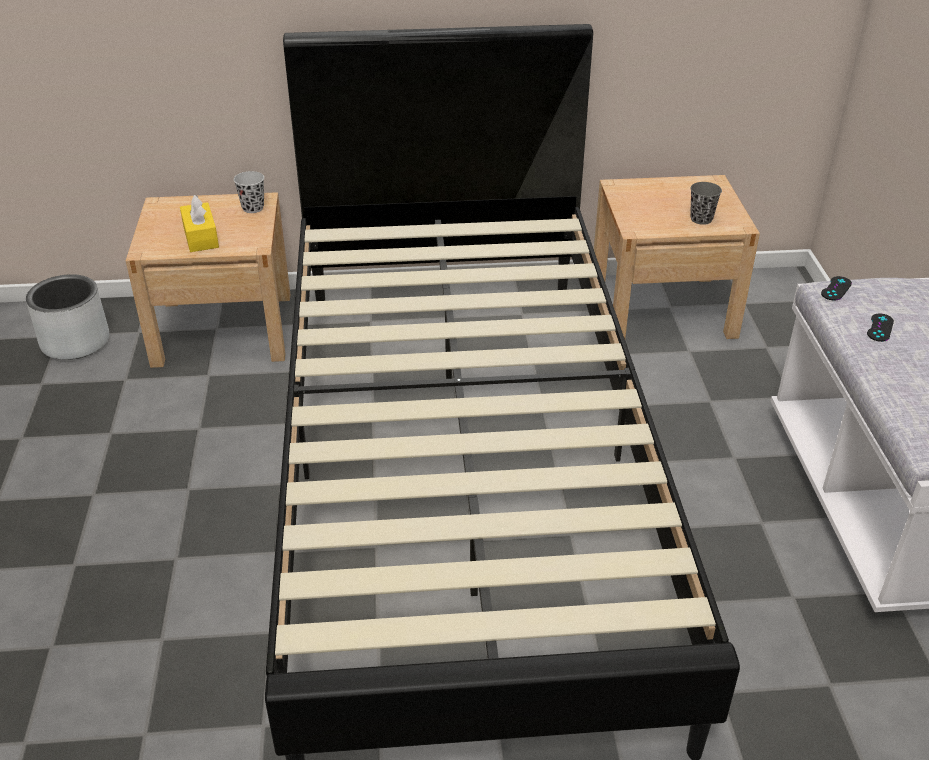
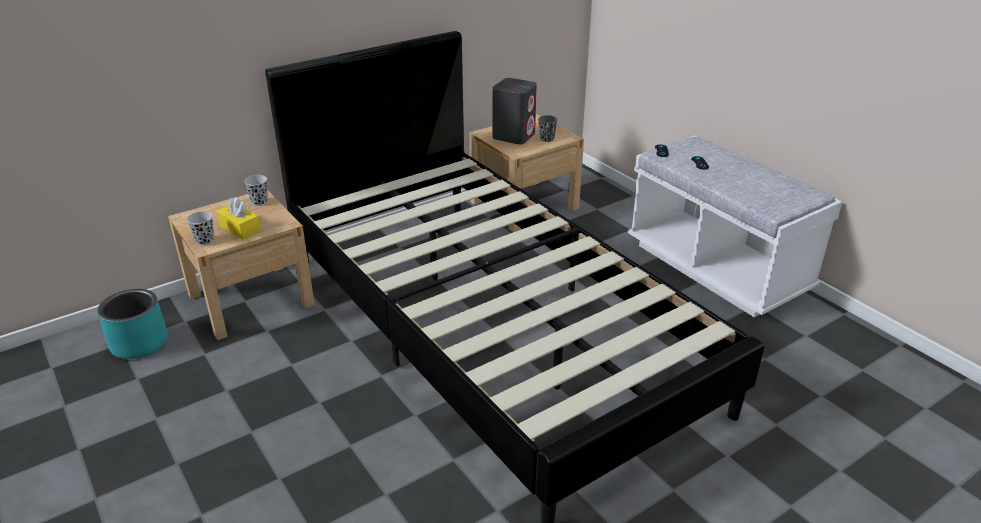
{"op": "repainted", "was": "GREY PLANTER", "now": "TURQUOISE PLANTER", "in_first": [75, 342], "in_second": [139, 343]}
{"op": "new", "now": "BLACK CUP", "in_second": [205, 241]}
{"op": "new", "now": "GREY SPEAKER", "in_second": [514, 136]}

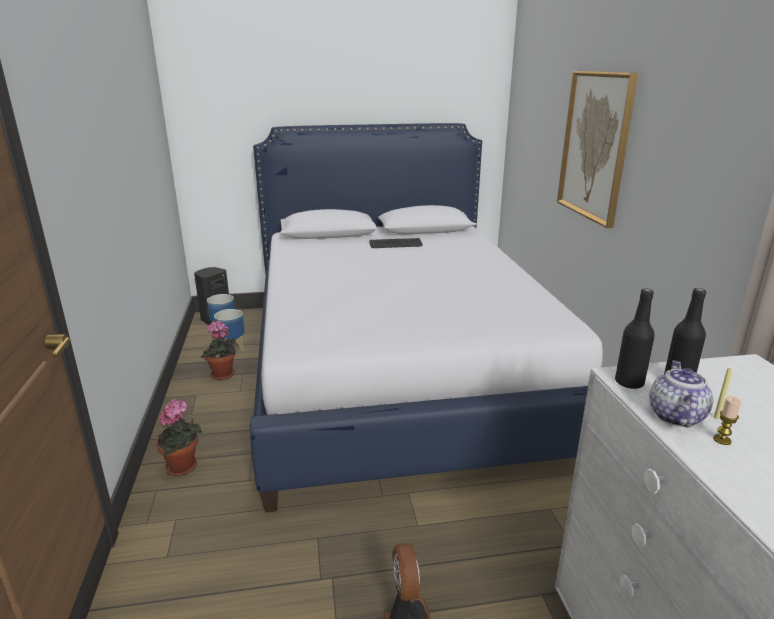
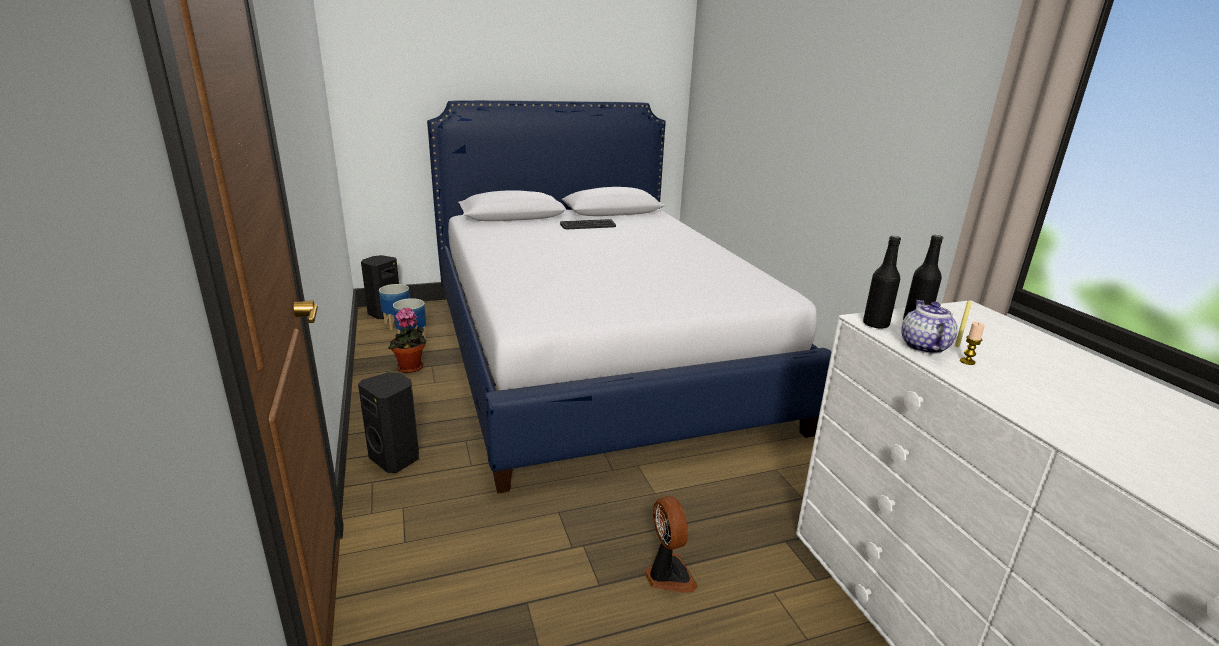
{"op": "swapped", "was": "POTTED PLANT", "now": "BLACK SPEAKER", "in_first": [184, 467], "in_second": [396, 458]}
{"op": "gone", "was": "PICTURE", "in_first": [595, 146]}

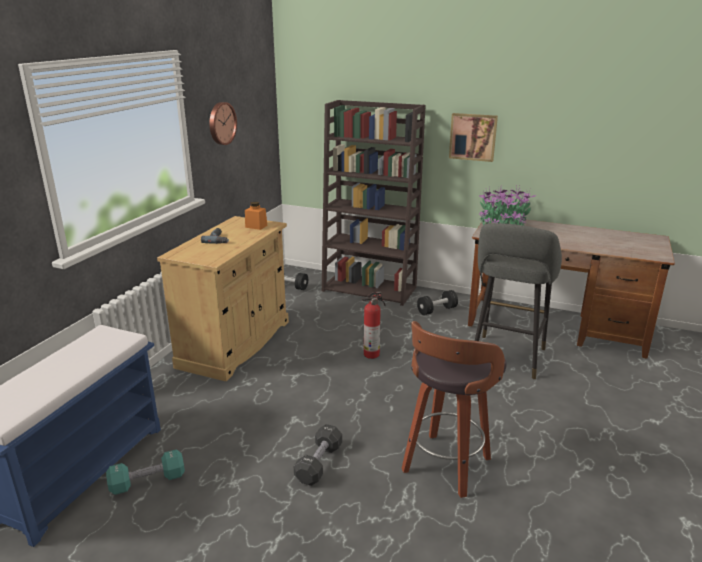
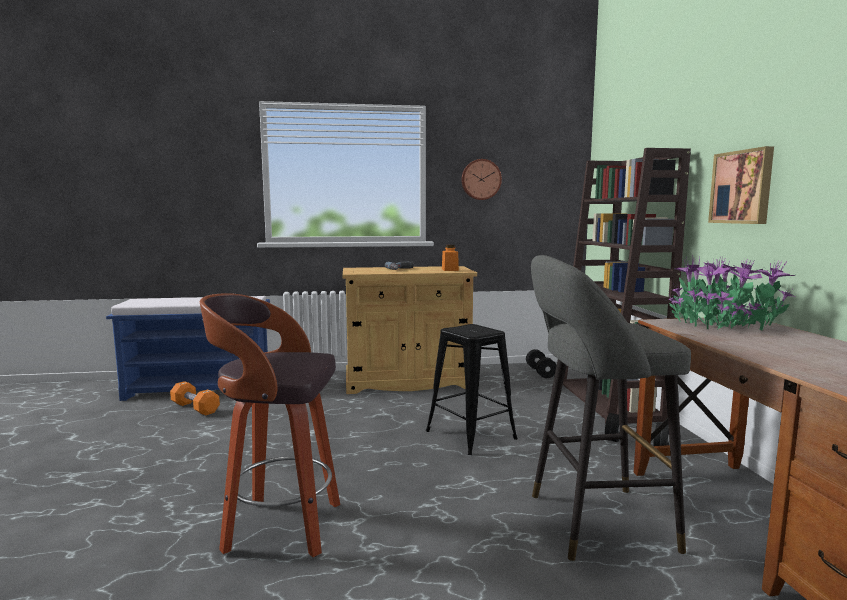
{"op": "repainted", "was": "TURQUOISE DUMBBELL", "now": "ORANGE DUMBBELL", "in_first": [148, 482], "in_second": [195, 408]}
{"op": "gone", "was": "BLACK DUMBBELL", "in_first": [319, 463]}
{"op": "swapped", "was": "FIRE EXTINGUISHER", "now": "BLACK STOOL", "in_first": [372, 354], "in_second": [470, 435]}

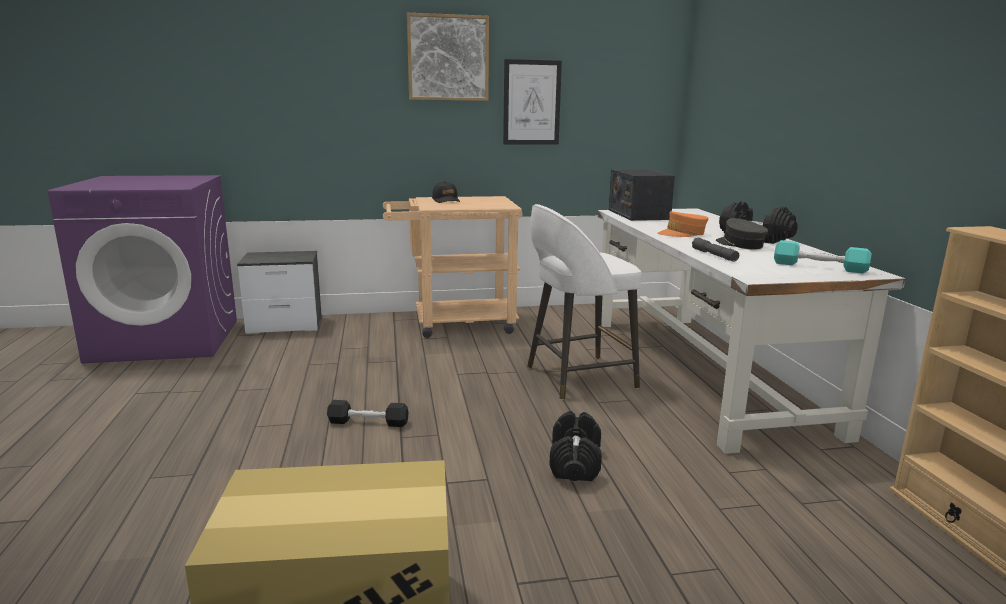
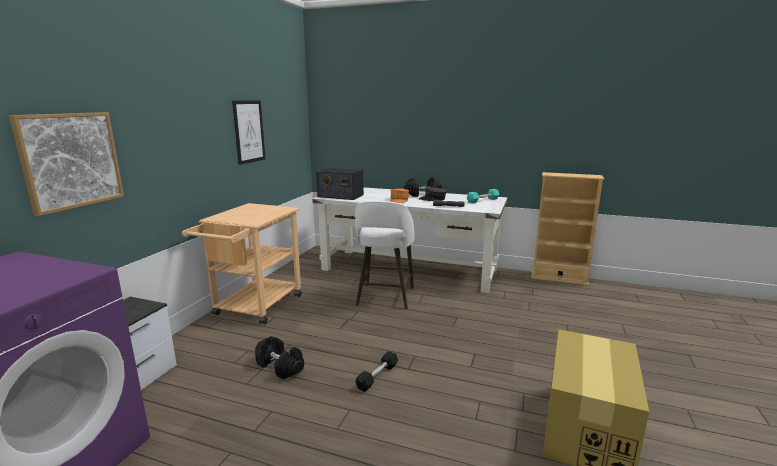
{"op": "shifted", "was": "PICTURE", "in_first": [448, 58], "in_second": [71, 160]}
{"op": "gone", "was": "BLACK CAP", "in_first": [446, 200]}
{"op": "shifted", "was": "BLACK DUMBBELL", "in_first": [575, 463], "in_second": [280, 367]}

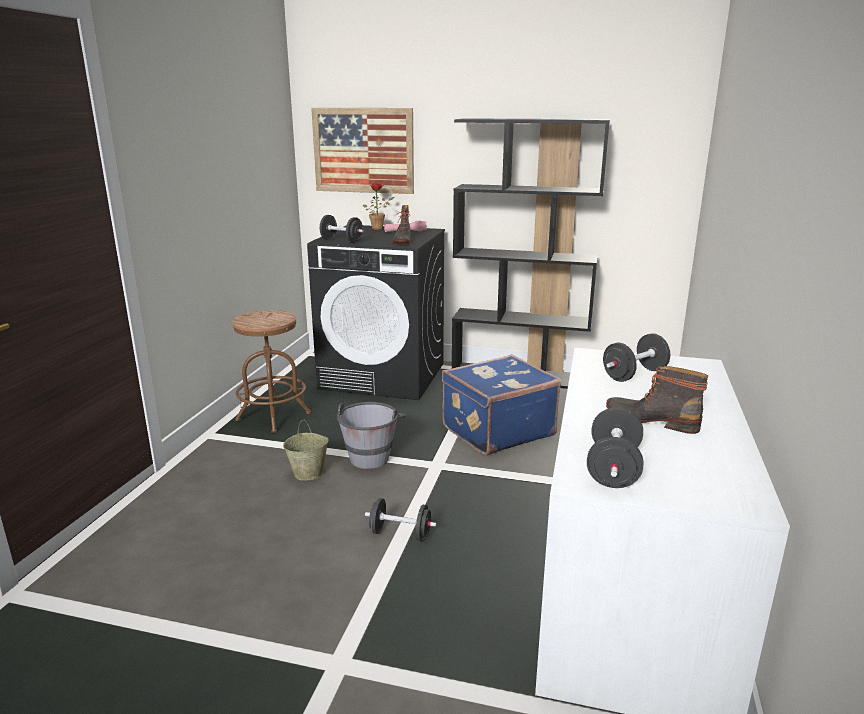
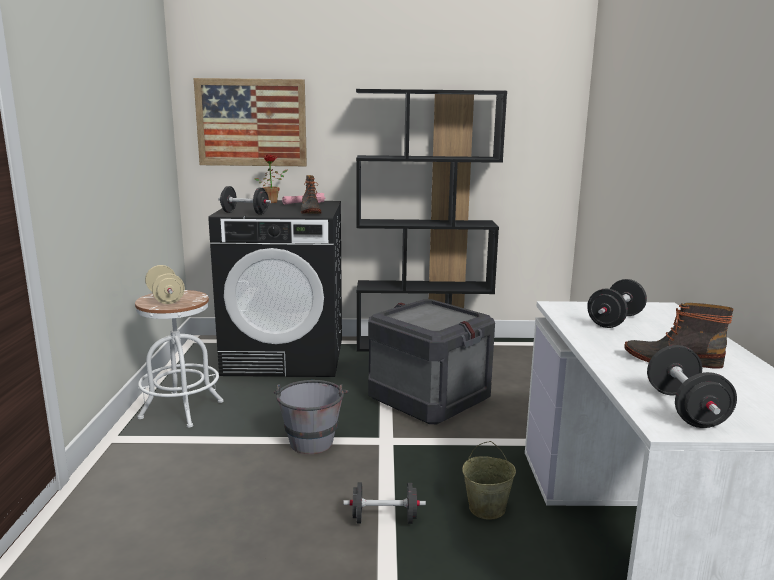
{"op": "repainted", "was": "BROWN STOOL", "now": "WHITE STOOL", "in_first": [273, 416], "in_second": [181, 410]}
{"op": "shifted", "was": "BEIGE BUCKET", "in_first": [309, 473], "in_second": [487, 508]}
{"op": "swapped", "was": "BLUE SUITCASE", "now": "CRATE", "in_first": [496, 430], "in_second": [428, 398]}
{"op": "new", "now": "BEIGE DUMBBELL", "in_second": [165, 298]}

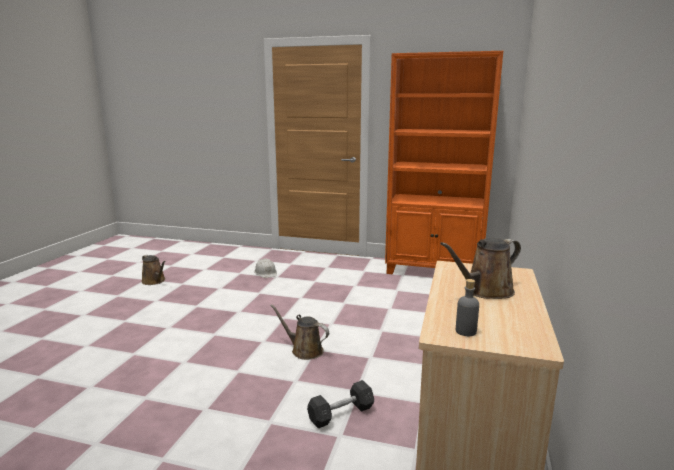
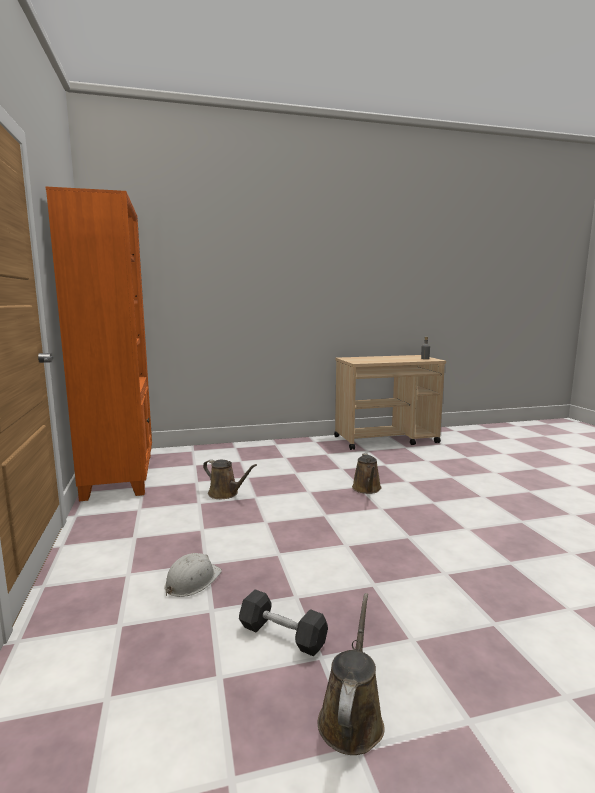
{"op": "shifted", "was": "GREY DUMBBELL", "in_first": [341, 414], "in_second": [282, 635]}
{"op": "shifted", "was": "BROWN WATERING CAN", "in_first": [485, 291], "in_second": [225, 494]}

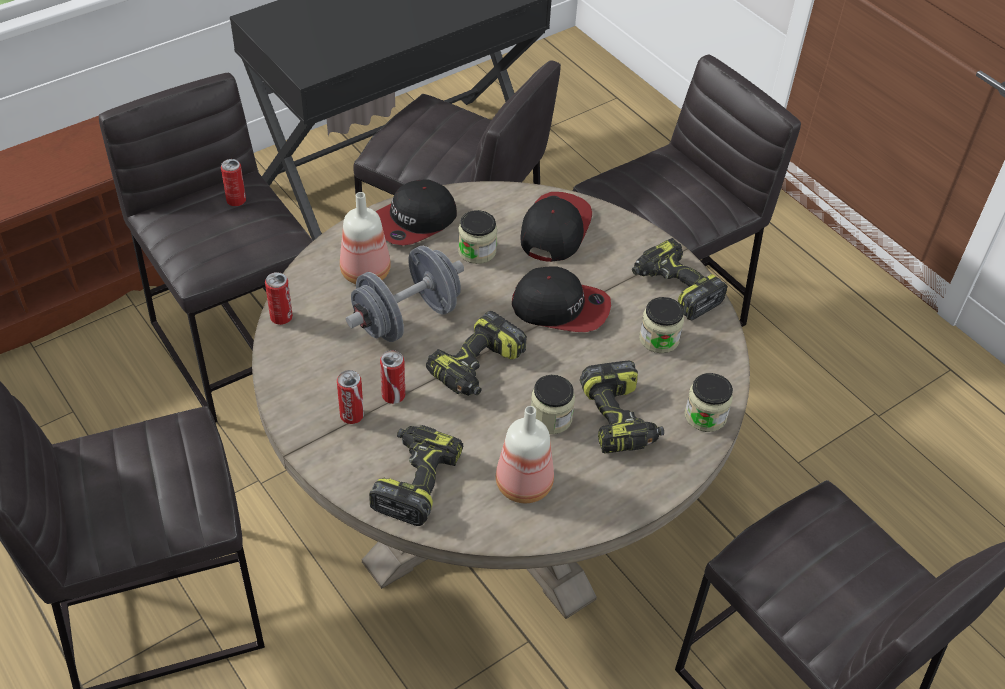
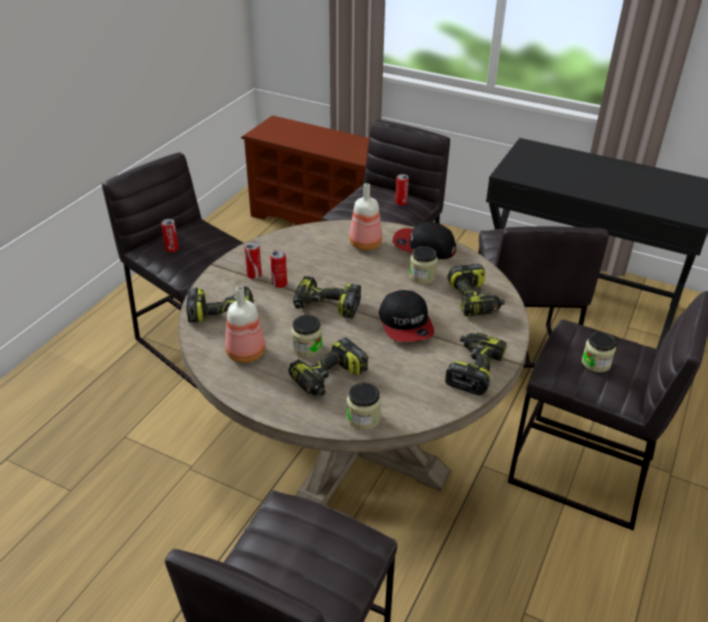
{"op": "shifted", "was": "CAN", "in_first": [281, 317], "in_second": [172, 249]}
{"op": "gone", "was": "GREY DUMBBELL", "in_first": [406, 318]}
{"op": "swapped", "was": "CAP", "now": "POWER DRILL", "in_first": [554, 229], "in_second": [474, 300]}
{"op": "shifted", "was": "JAR", "in_first": [659, 339], "in_second": [596, 363]}

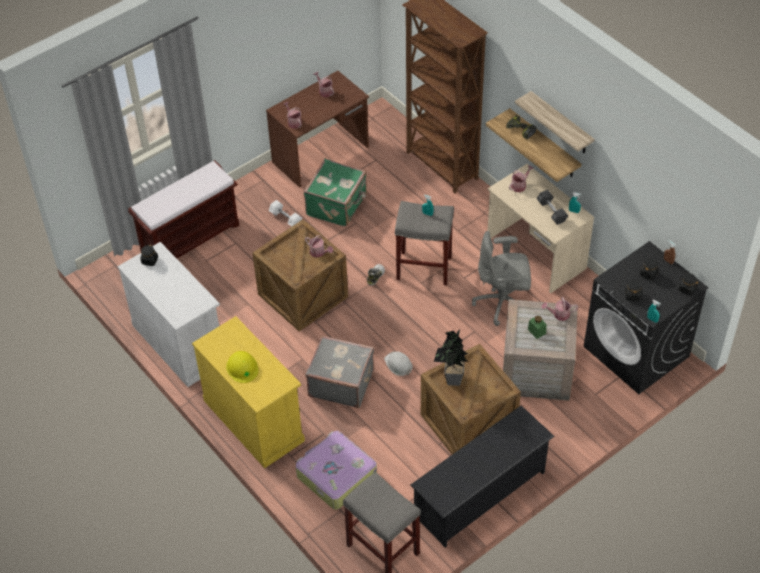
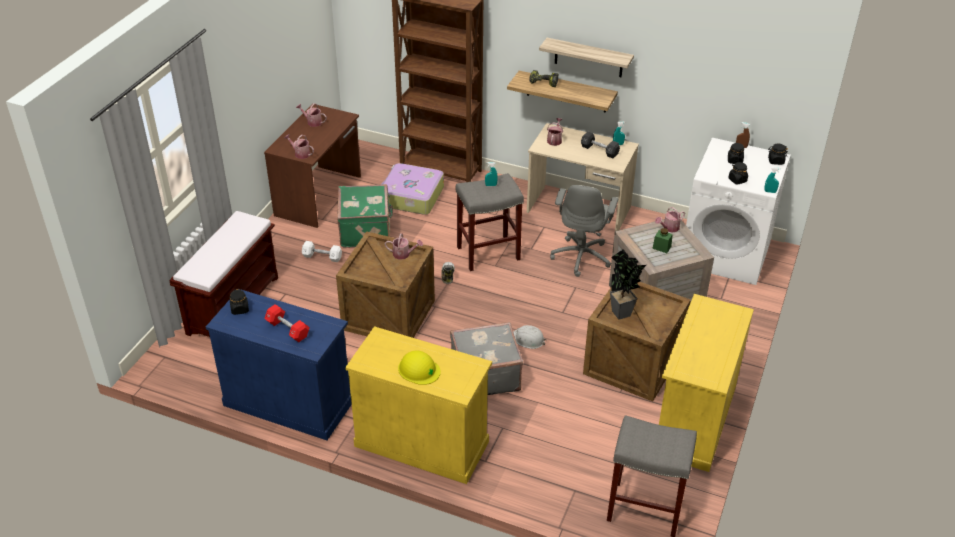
{"op": "repainted", "was": "WHITE CABINET", "now": "BLUE CABINET", "in_first": [179, 343], "in_second": [288, 403]}
{"op": "shifted", "was": "SUITCASE", "in_first": [335, 475], "in_second": [411, 197]}
{"op": "swapped", "was": "BLACK SHOE RACK", "now": "YELLOW CABINET", "in_first": [480, 495], "in_second": [694, 420]}
{"op": "rotated", "was": "GREY OFFICE CHAIR", "in_first": [502, 303], "in_second": [581, 256], "clockwise": -45}
{"op": "repainted", "was": "BLACK WASHING MACHINE", "now": "WHITE WASHING MACHINE", "in_first": [637, 352], "in_second": [726, 254]}
{"op": "new", "now": "RED DUMBBELL", "in_second": [287, 329]}

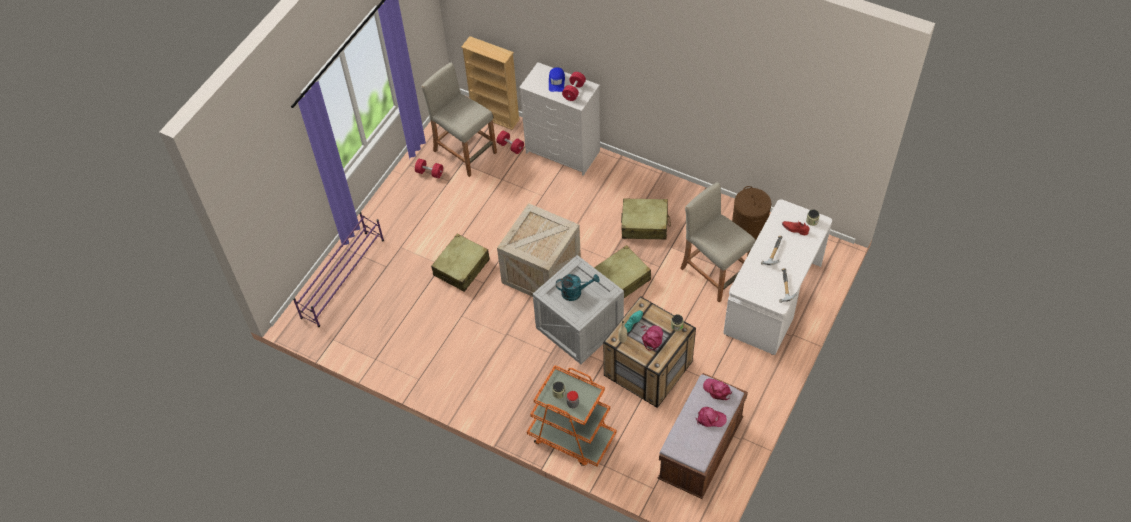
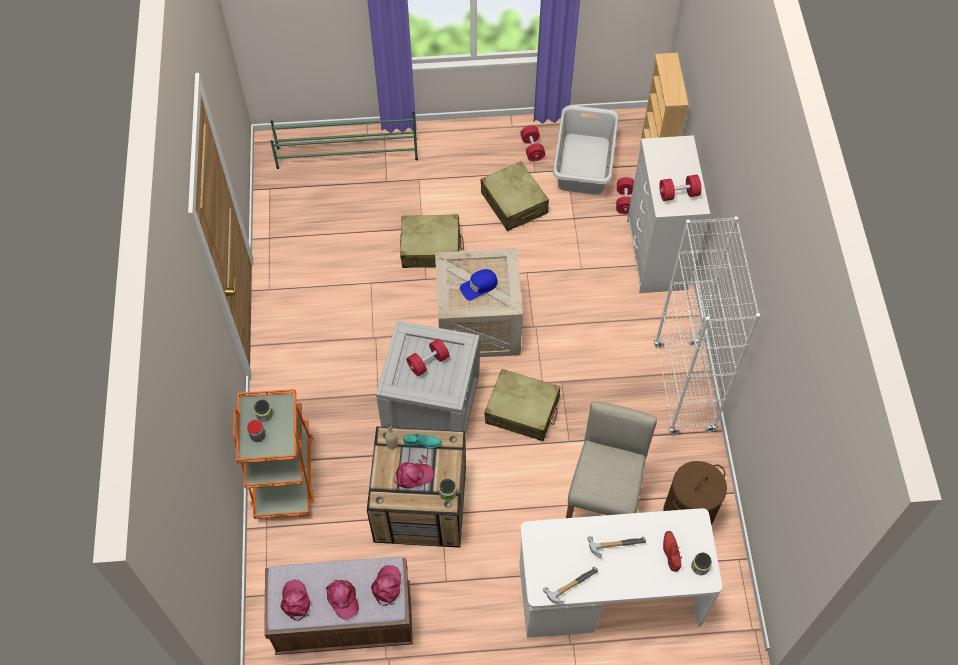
{"op": "repainted", "was": "PURPLE SHOE RACK", "now": "GREEN SHOE RACK", "in_first": [343, 278], "in_second": [347, 154]}
{"op": "swapped", "was": "BEIGE STOOL", "now": "GREY LAUNDRY BASKET", "in_first": [465, 152], "in_second": [584, 163]}
{"op": "shifted", "was": "BLUE CAP", "in_first": [556, 82], "in_second": [479, 286]}
{"op": "swapped", "was": "TURQUOISE WATERING CAN", "now": "RED DUMBBELL", "in_first": [575, 292], "in_second": [428, 362]}
{"op": "shifted", "was": "BEIGE SUITCASE", "in_first": [644, 224], "in_second": [514, 203]}
{"op": "new", "now": "PINK CAP", "in_second": [295, 601]}
{"op": "new", "now": "WHITE BOOKCASE", "in_second": [683, 388]}

